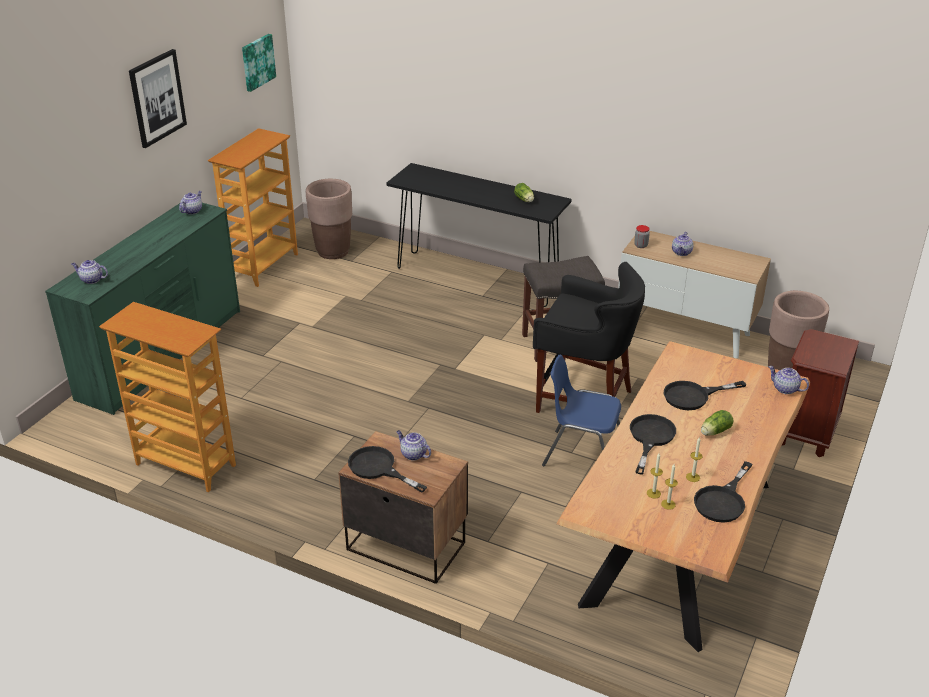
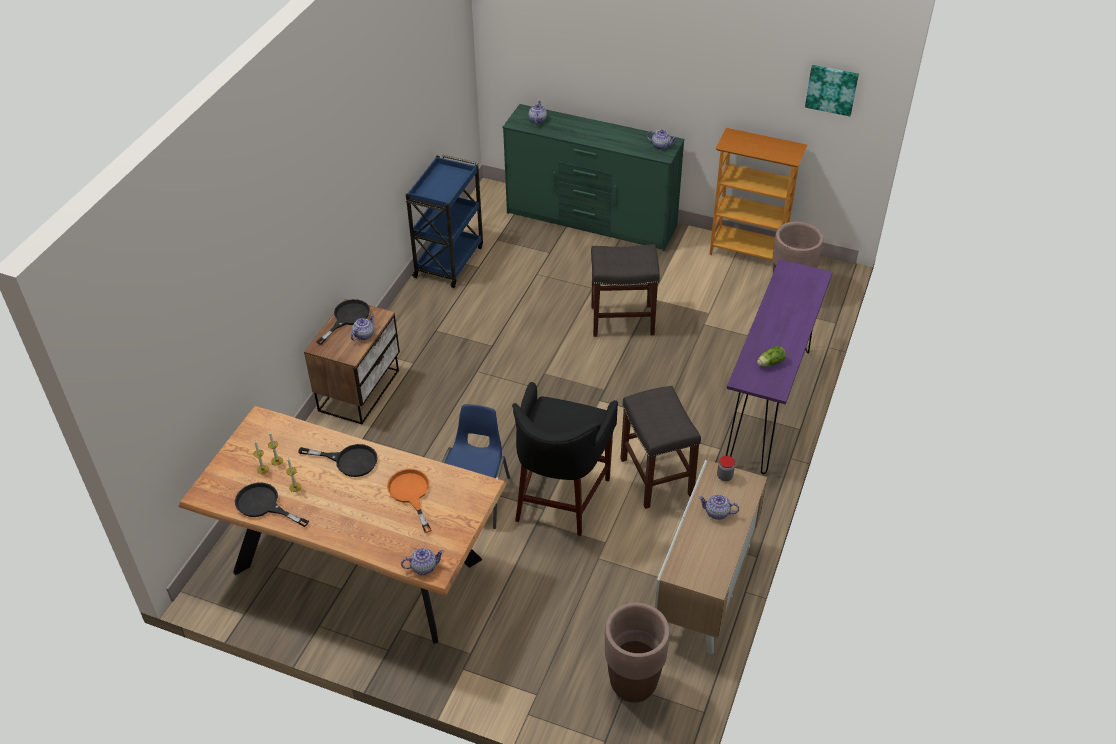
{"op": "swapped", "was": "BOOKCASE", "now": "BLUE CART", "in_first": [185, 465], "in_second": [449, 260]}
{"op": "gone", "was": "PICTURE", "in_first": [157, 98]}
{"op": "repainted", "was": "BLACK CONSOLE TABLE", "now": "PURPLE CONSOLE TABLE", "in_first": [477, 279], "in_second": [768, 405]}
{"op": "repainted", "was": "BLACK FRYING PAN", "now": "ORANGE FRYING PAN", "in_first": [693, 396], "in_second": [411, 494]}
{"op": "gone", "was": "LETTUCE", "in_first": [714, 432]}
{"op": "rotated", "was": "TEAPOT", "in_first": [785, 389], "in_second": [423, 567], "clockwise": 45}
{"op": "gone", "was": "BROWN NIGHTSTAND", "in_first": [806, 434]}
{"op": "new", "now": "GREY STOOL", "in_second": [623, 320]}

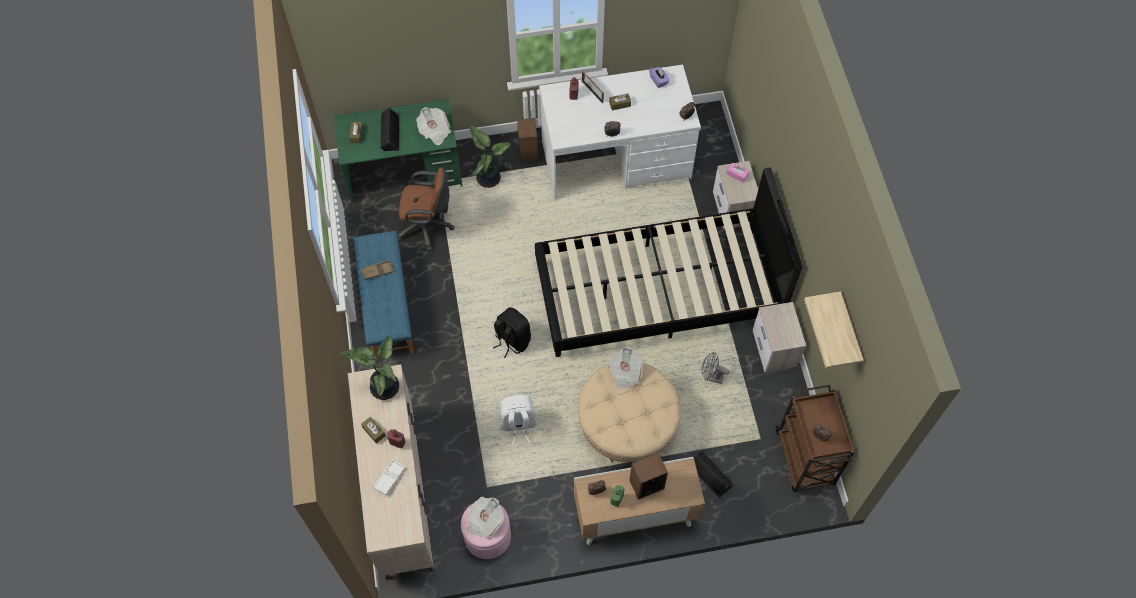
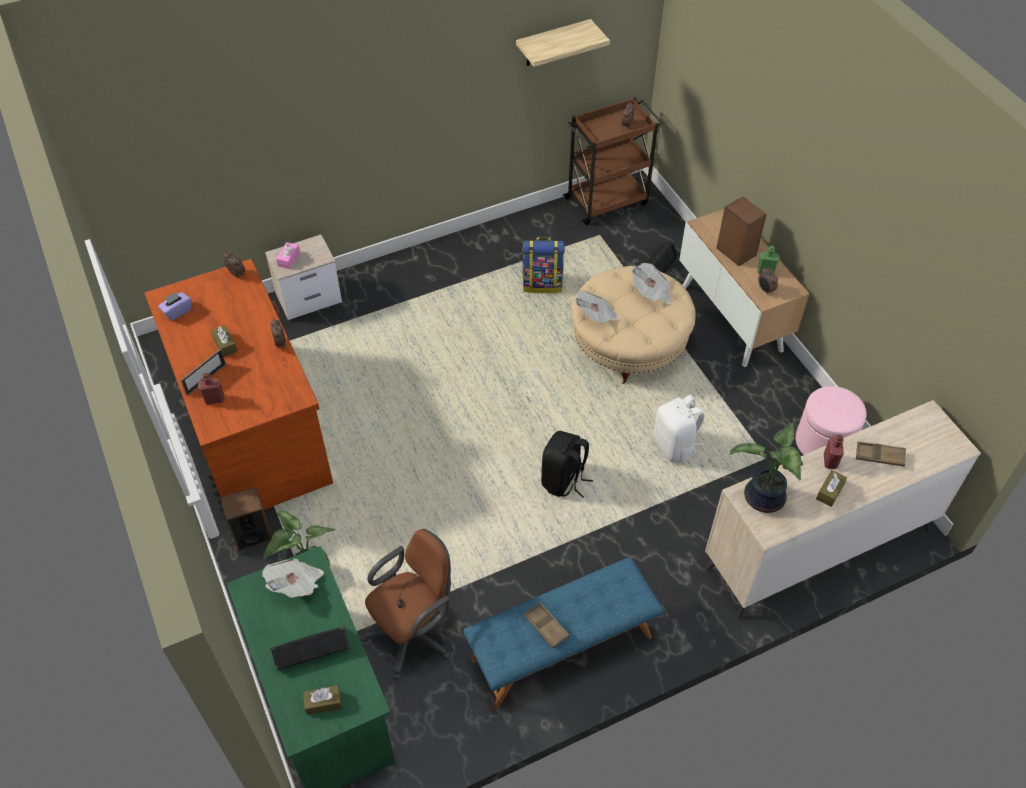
{"op": "repainted", "was": "WHITE TRAY", "now": "BROWN TRAY", "in_first": [389, 478], "in_second": [879, 456]}
{"op": "rotated", "was": "BROWN OFFICE CHAIR", "in_first": [427, 227], "in_second": [414, 633], "clockwise": 60}
{"op": "shifted", "was": "NEWSPAPER", "in_first": [484, 521], "in_second": [651, 292]}
{"op": "gone", "was": "BLACK BED", "in_first": [658, 292]}
{"op": "repainted", "was": "WHITE DESK", "now": "BROWN DESK", "in_first": [616, 160], "in_second": [253, 427]}
{"op": "swapped", "was": "GREY FAN", "now": "BACKPACK", "in_first": [711, 377], "in_second": [542, 283]}
{"op": "gone", "was": "NIGHTSTAND", "in_first": [774, 349]}

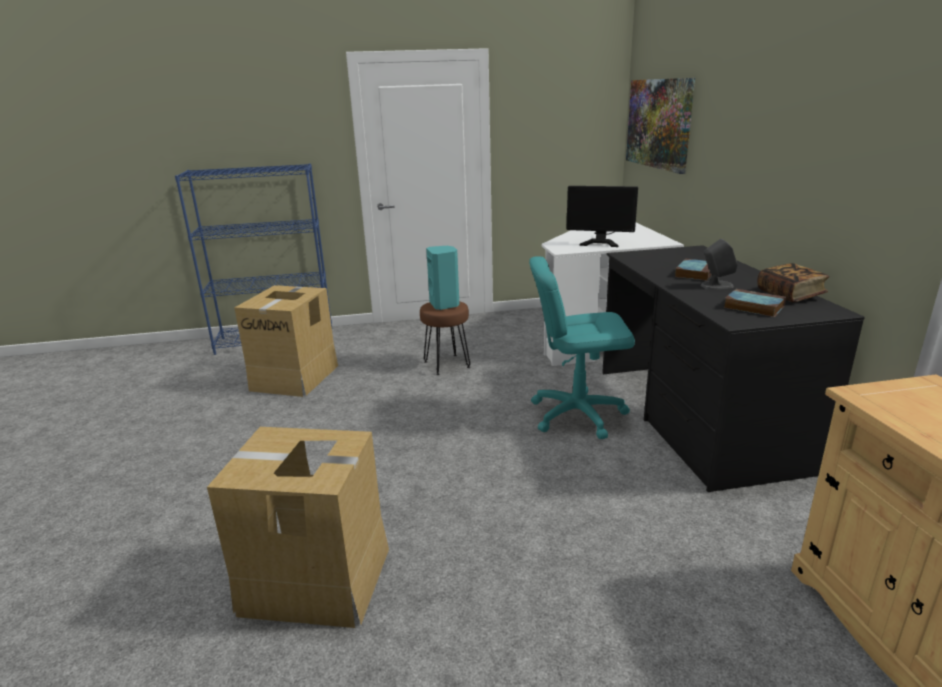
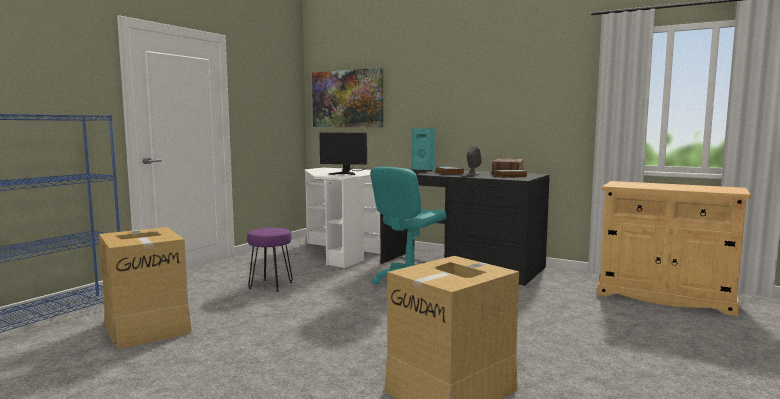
{"op": "repainted", "was": "BROWN STOOL", "now": "PURPLE STOOL", "in_first": [446, 364], "in_second": [270, 285]}
{"op": "shifted", "was": "TURQUOISE SPEAKER", "in_first": [445, 305], "in_second": [424, 170]}
{"op": "rotated", "was": "MONITOR", "in_first": [601, 241], "in_second": [347, 173], "clockwise": 45}

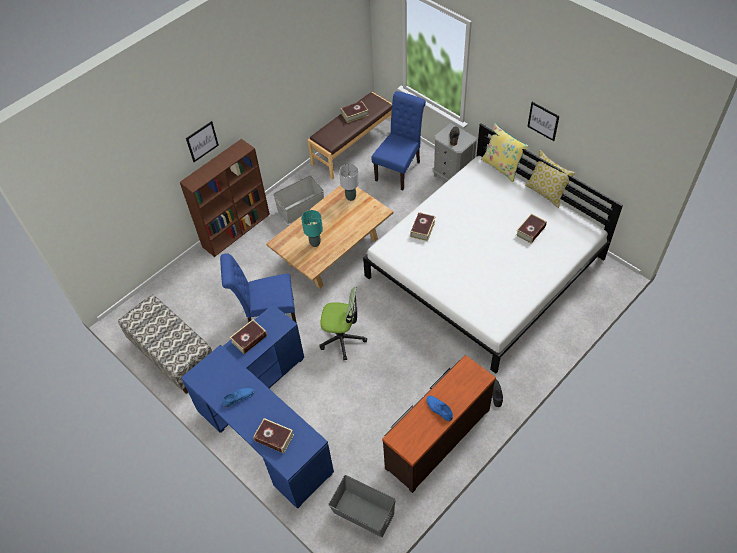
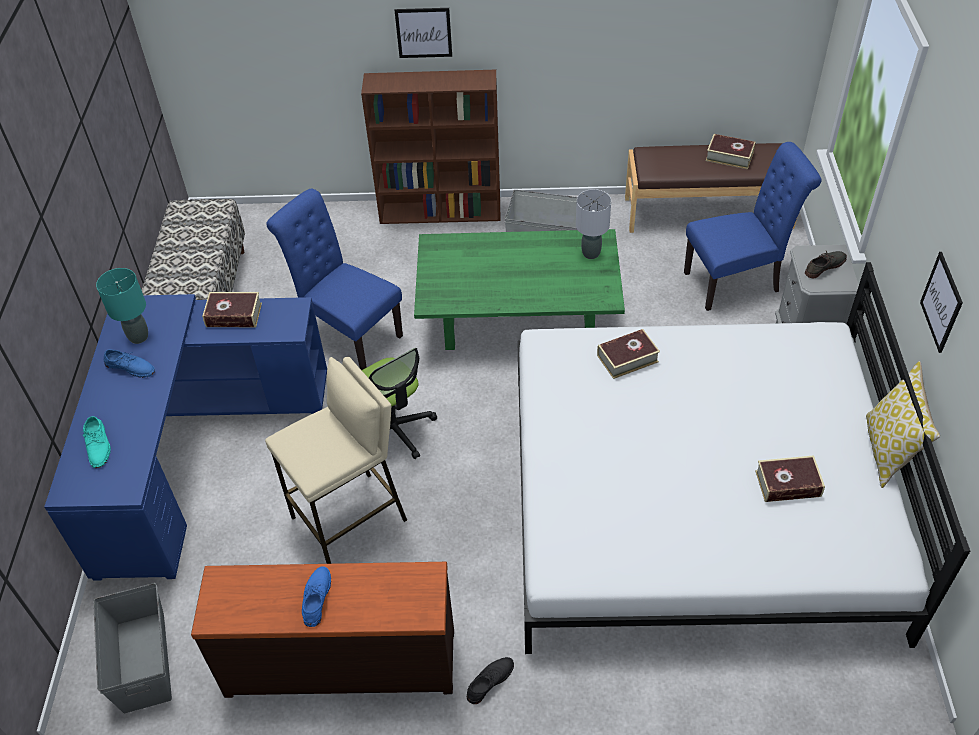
{"op": "swapped", "was": "BOOK", "now": "TURQUOISE SHOE", "in_first": [274, 438], "in_second": [99, 445]}
{"op": "repainted", "was": "BEIGE COFFEE TABLE", "now": "GREEN COFFEE TABLE", "in_first": [333, 251], "in_second": [518, 319]}
{"op": "shifted", "was": "TURQUOISE TABLE LAMP", "in_first": [315, 243], "in_second": [139, 337]}
{"op": "gone", "was": "YELLOW PILLOW", "in_first": [502, 167]}
{"op": "new", "now": "BEIGE STOOL", "in_second": [350, 520]}

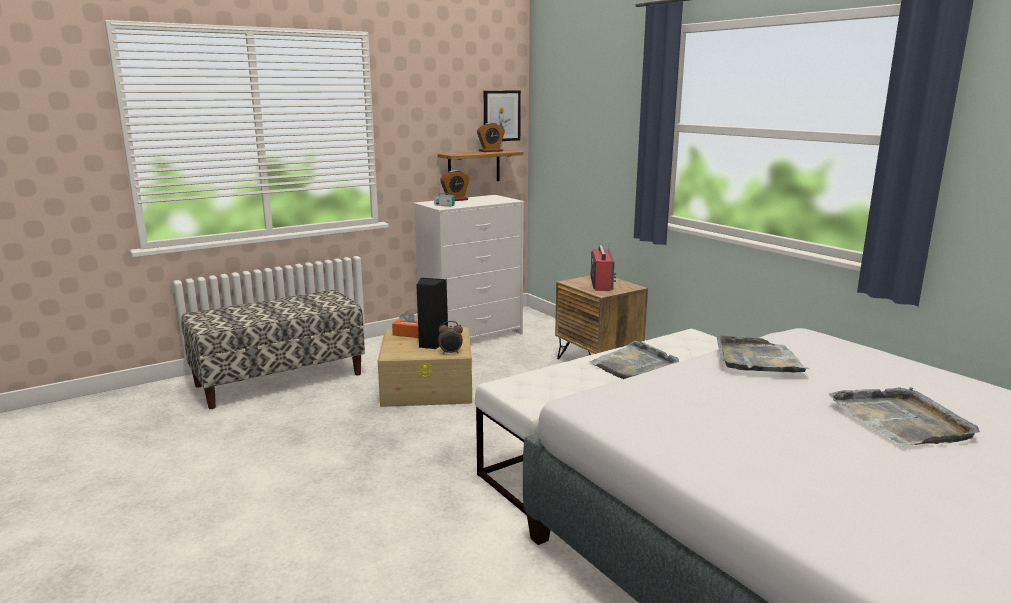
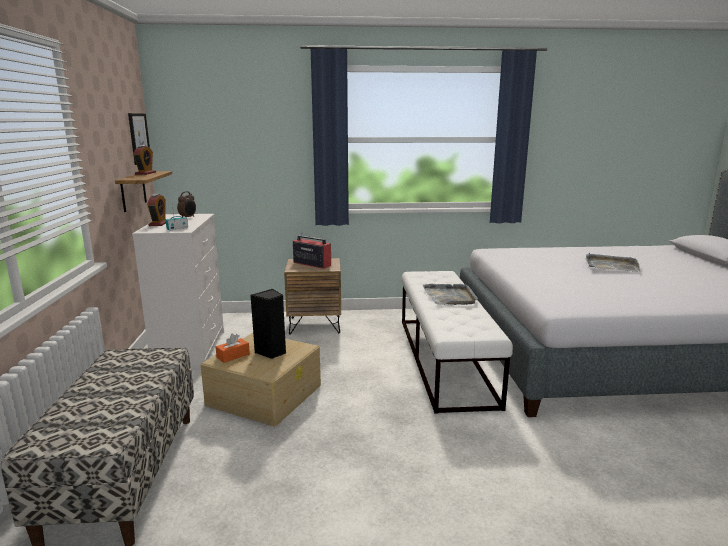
{"op": "shifted", "was": "ALARM CLOCK", "in_first": [451, 353], "in_second": [188, 217]}
{"op": "gone", "was": "GREY TRAY", "in_first": [757, 359]}

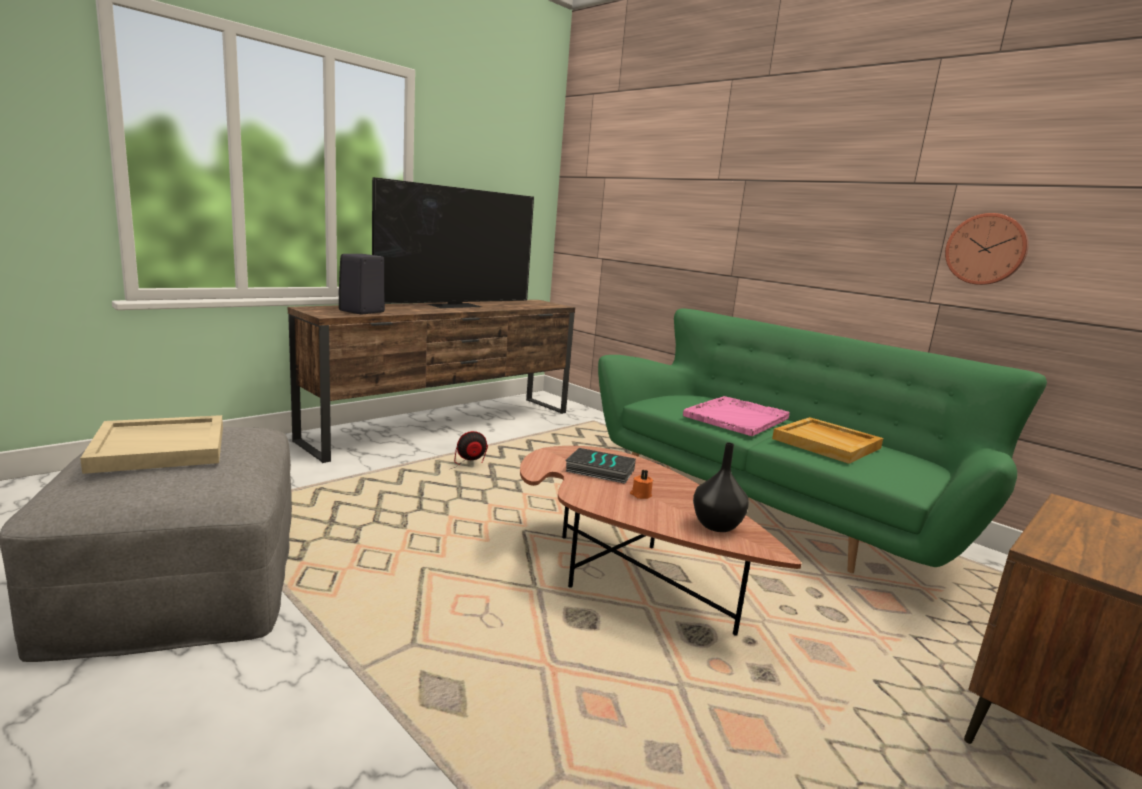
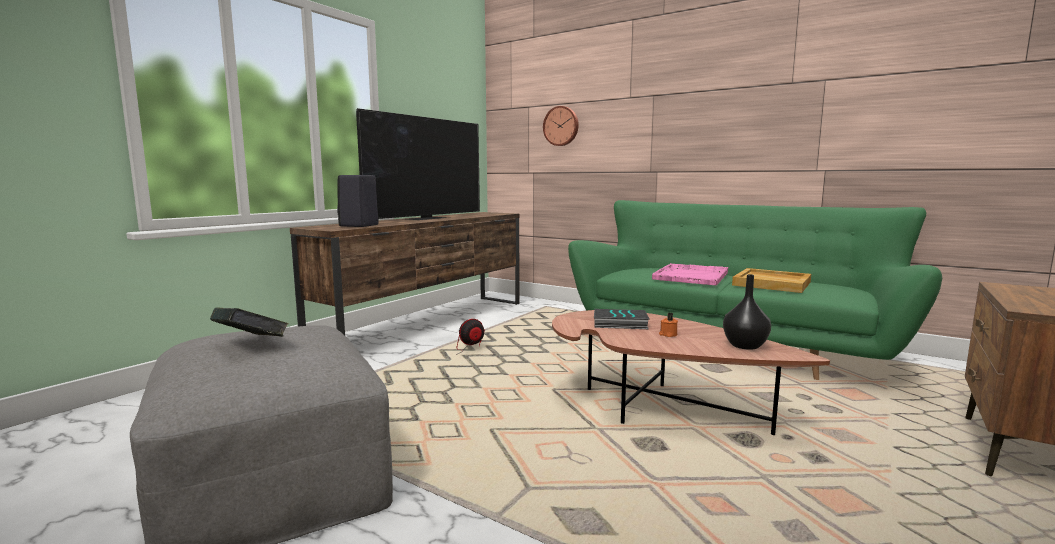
{"op": "swapped", "was": "BEIGE TRAY", "now": "BOOK", "in_first": [161, 448], "in_second": [251, 345]}
{"op": "shifted", "was": "WALL CLOCK", "in_first": [986, 249], "in_second": [561, 126]}

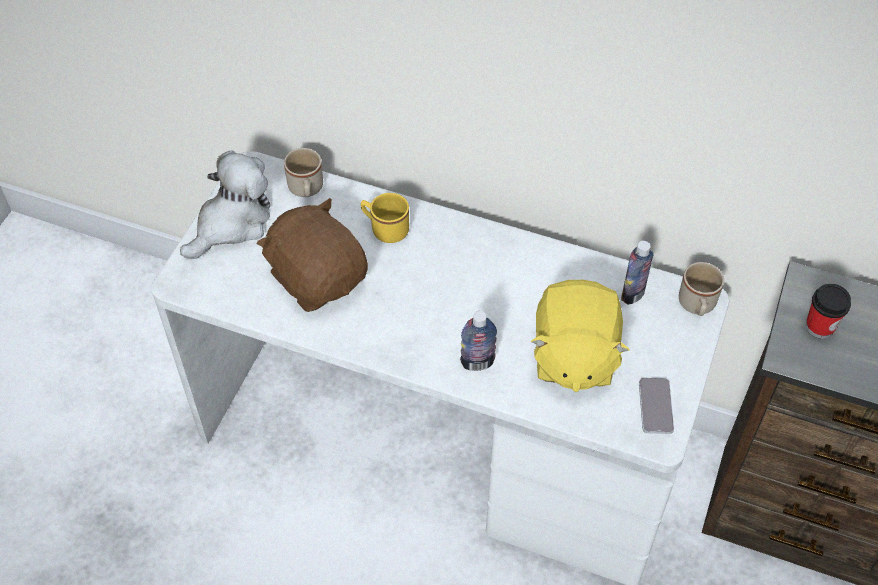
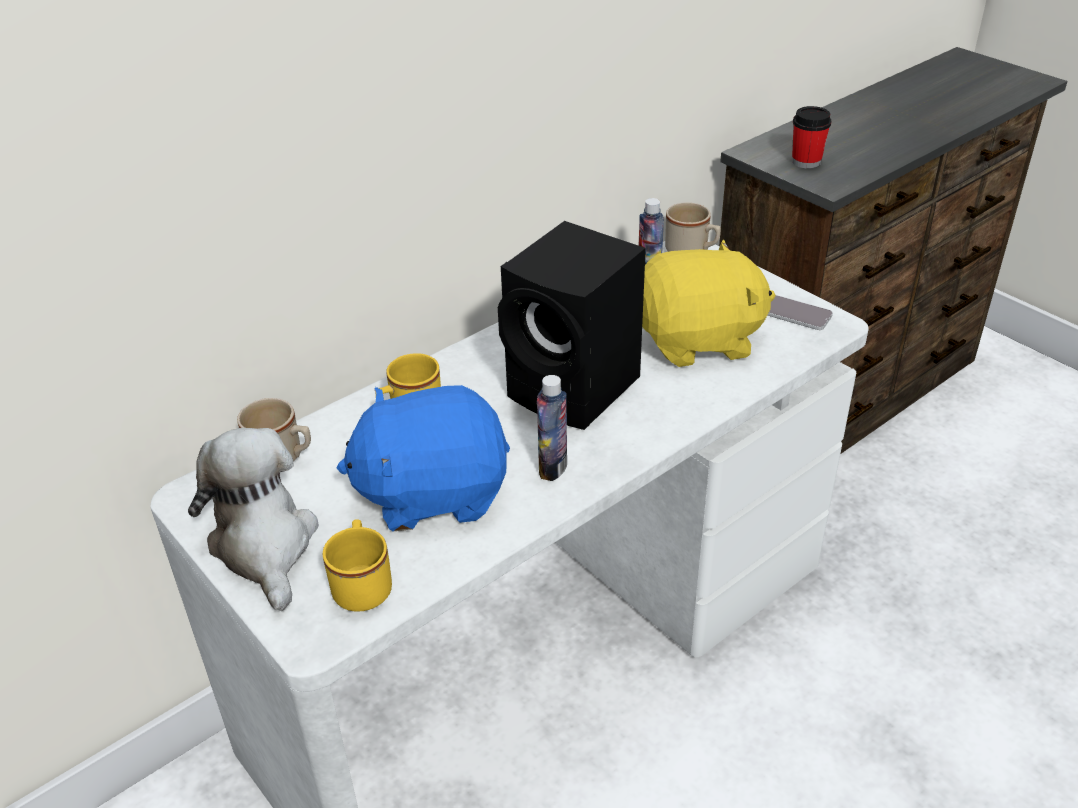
{"op": "repainted", "was": "BROWN PLUSH TOY", "now": "BLUE PLUSH TOY", "in_first": [318, 278], "in_second": [432, 492]}
{"op": "shifted", "was": "BOTTLE", "in_first": [477, 363], "in_second": [553, 467]}
{"op": "rotated", "was": "YELLOW PLUSH TOY", "in_first": [573, 356], "in_second": [698, 341], "clockwise": -45}
{"op": "new", "now": "YELLOW MUG", "in_second": [362, 584]}
{"op": "new", "now": "BLACK SPEAKER", "in_second": [577, 390]}

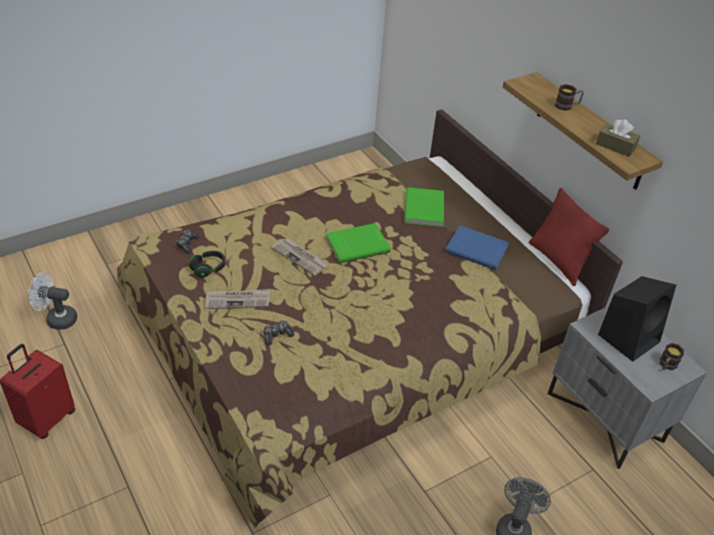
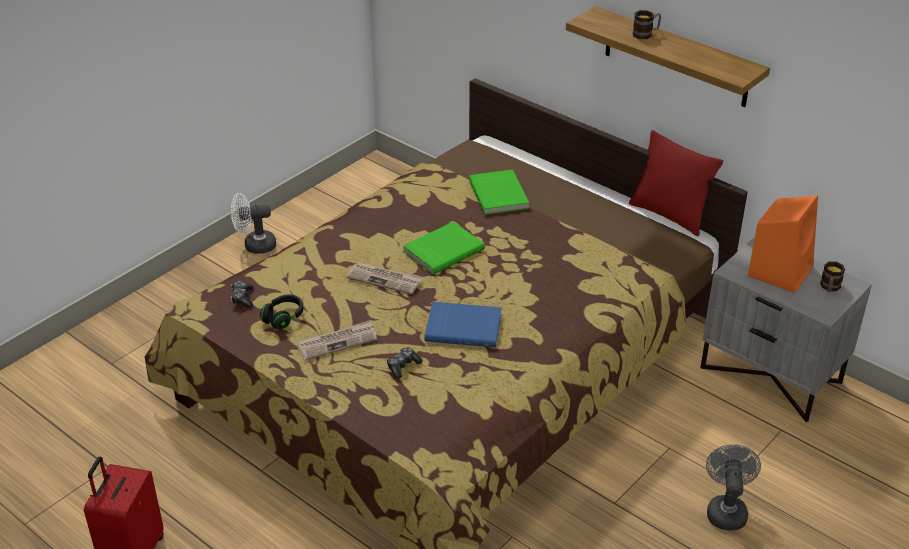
{"op": "shifted", "was": "WHITE FAN", "in_first": [57, 319], "in_second": [254, 246]}
{"op": "shifted", "was": "BLUE BOOK", "in_first": [477, 249], "in_second": [463, 326]}
{"op": "gone", "was": "BROWN TISSUE BOX", "in_first": [615, 146]}
{"op": "repainted", "was": "BLACK SPEAKER", "now": "ORANGE SPEAKER", "in_first": [629, 337], "in_second": [780, 270]}

